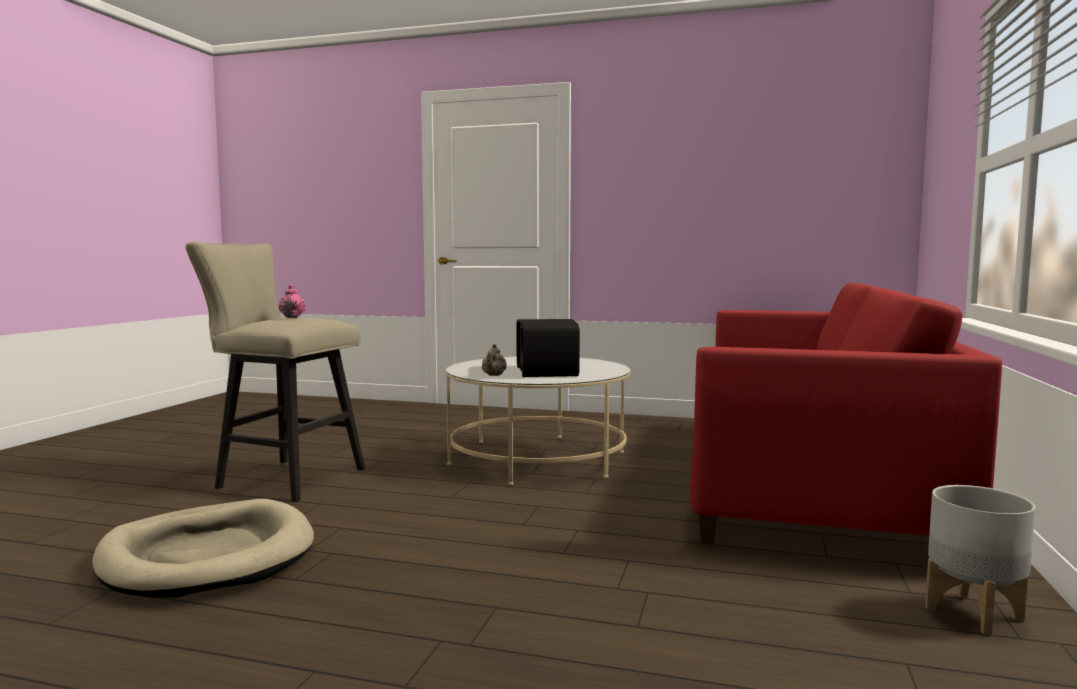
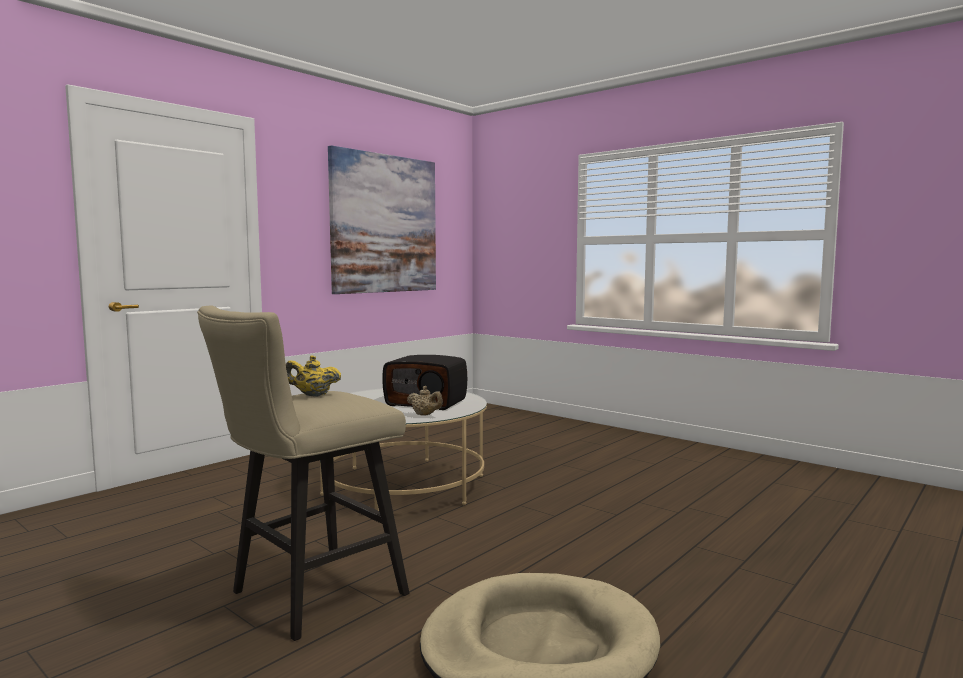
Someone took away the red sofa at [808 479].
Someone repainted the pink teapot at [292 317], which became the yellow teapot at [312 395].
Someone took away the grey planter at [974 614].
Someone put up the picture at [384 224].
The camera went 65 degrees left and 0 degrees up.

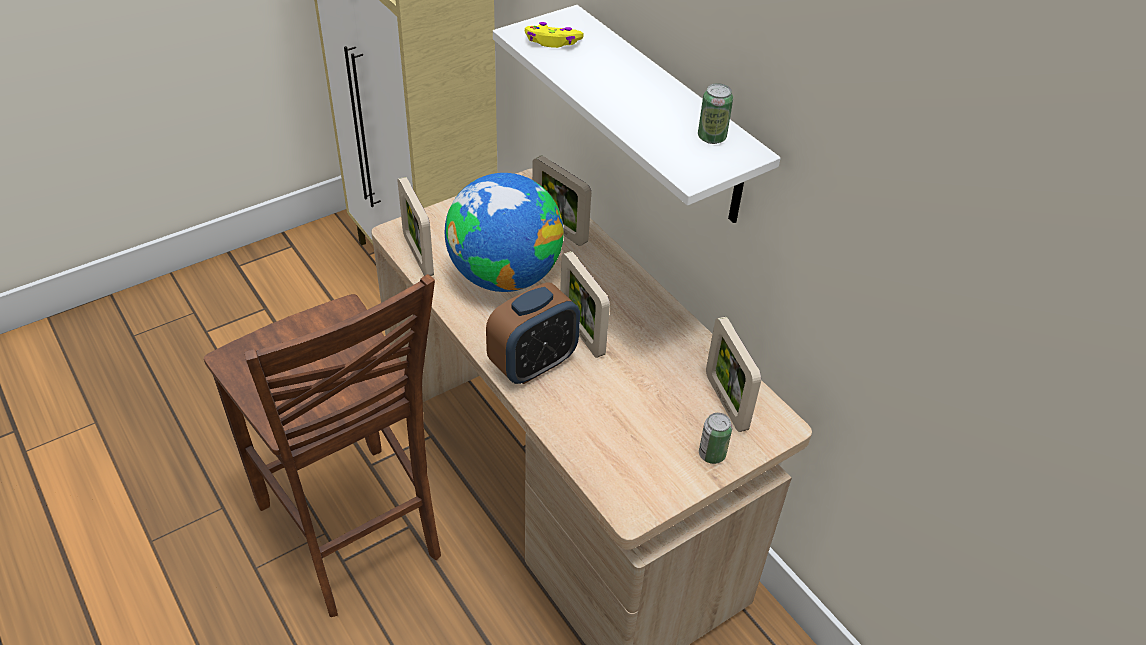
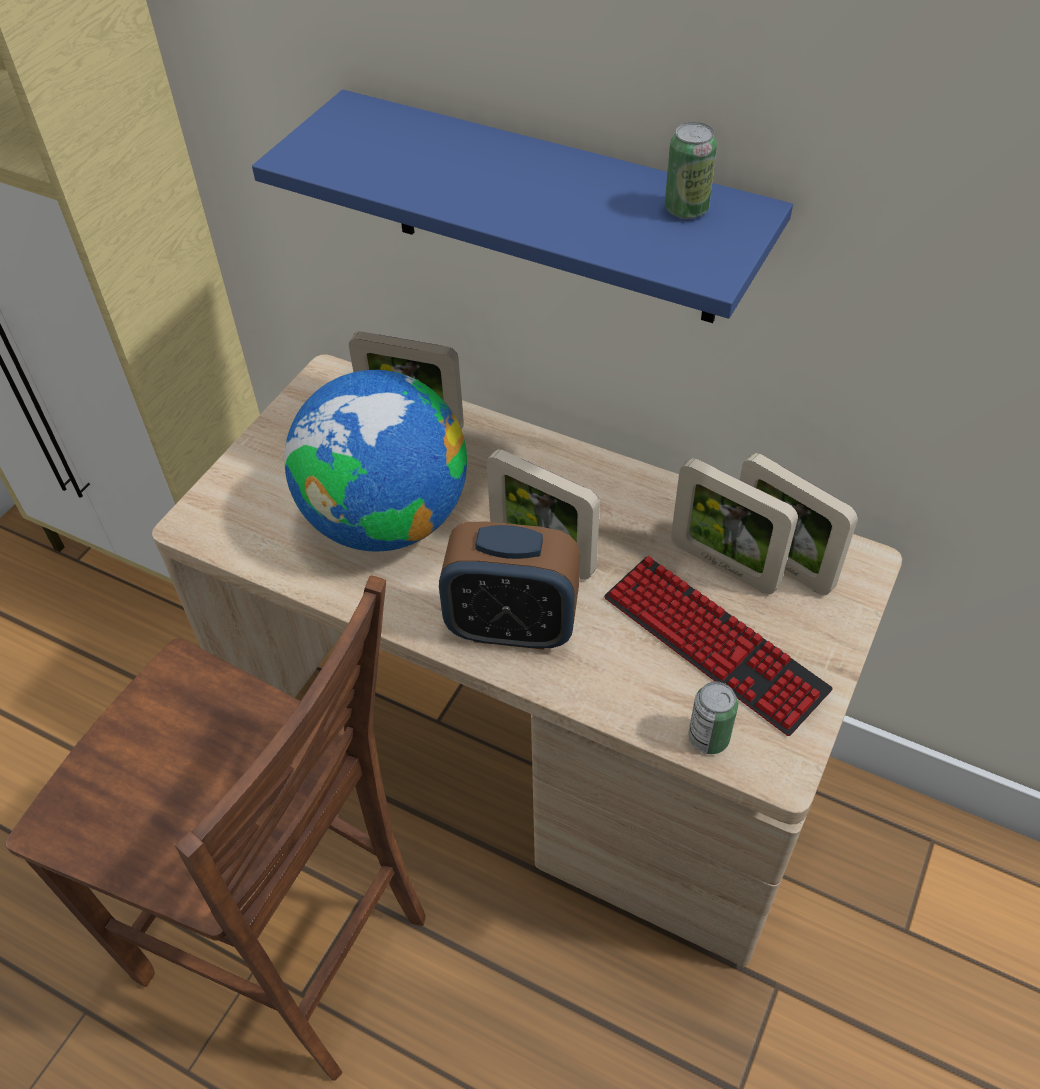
Someone repainted the white shelf at [664 117], which became the blue shelf at [552 210].
Someone took away the yellow game controller at [552 42].
Someone carried the picture frame from [418 256] to [723 565].
Someone rotated the alarm clock at [533 364] by 75 degrees clockwise.
Someone carried the can from [712 454] to [708 738].
Someone put down the keyboard at [713 644].
The camera went 25 degrees left and 5 degrees up.

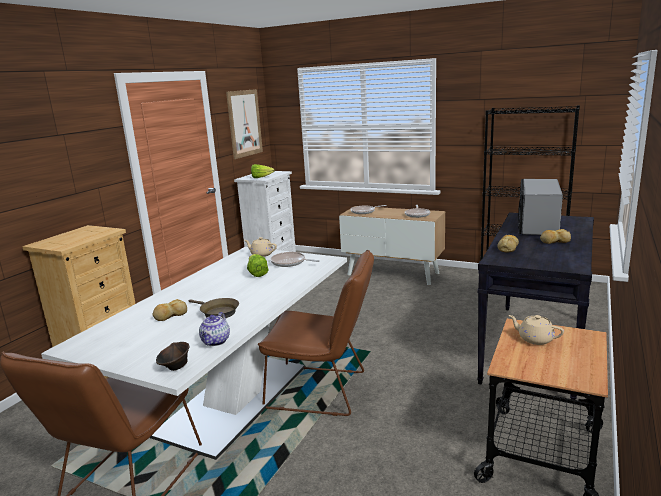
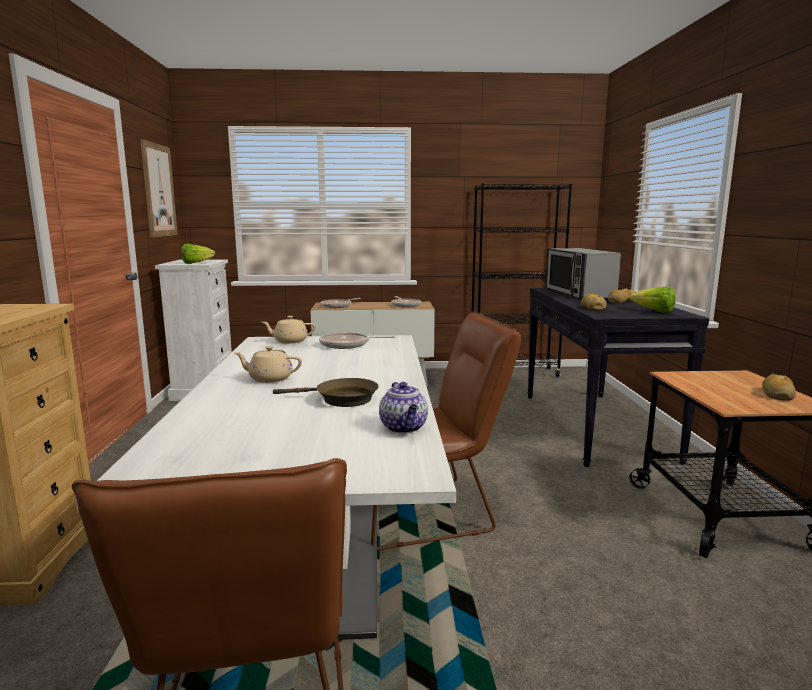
Someone carried the lettuce from [257 273] to [654 312].
Someone carried the bread from [170 315] to [777 394].
Someone carried the beige teapot from [534 339] to [269 379].
Someone took away the brown bowl at [175 367].
The camera went 30 degrees left and 5 degrees down.

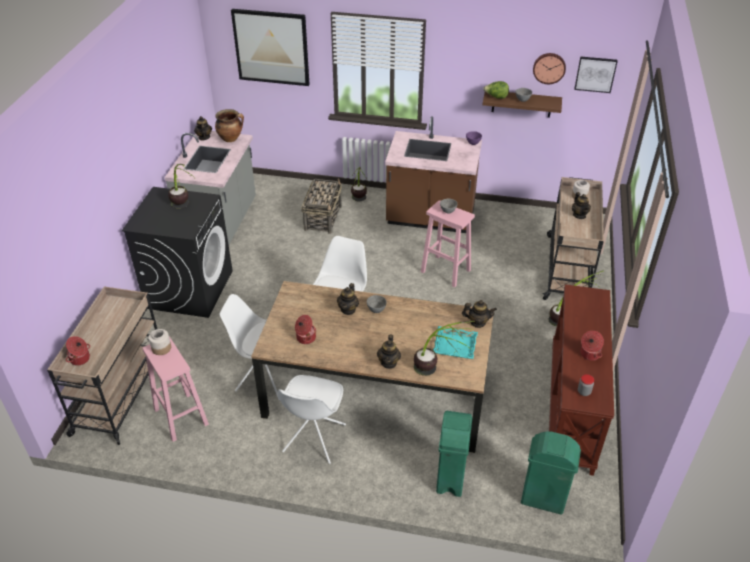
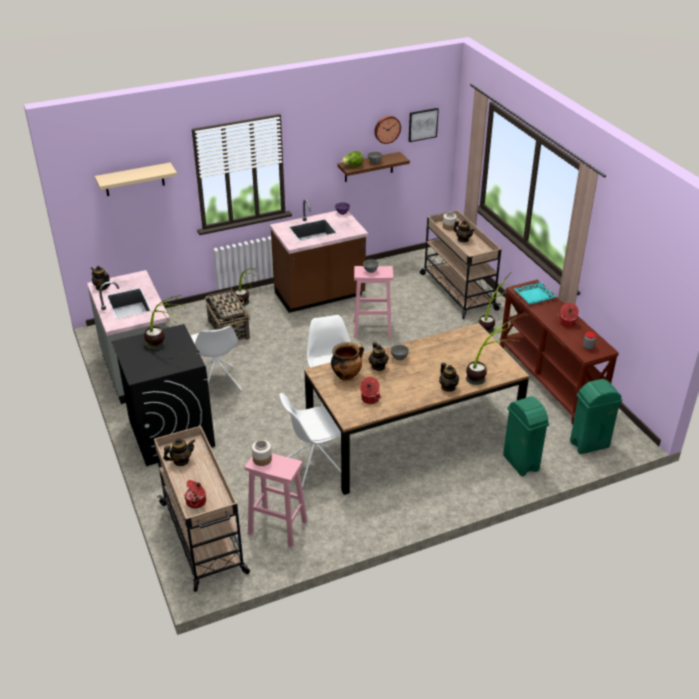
Someone swapped the picture at [271 47] for the beige shelf at [134 179].
Someone carried the cooking pot from [231 139] to [347 375].
Someone carried the teapot from [477 322] to [181 461].
Someone carried the turquoise tray from [455 345] to [534 296].
Someone carried the white chair from [313 439] to [218 383].
The camera went 35 degrees left and 5 degrees down.

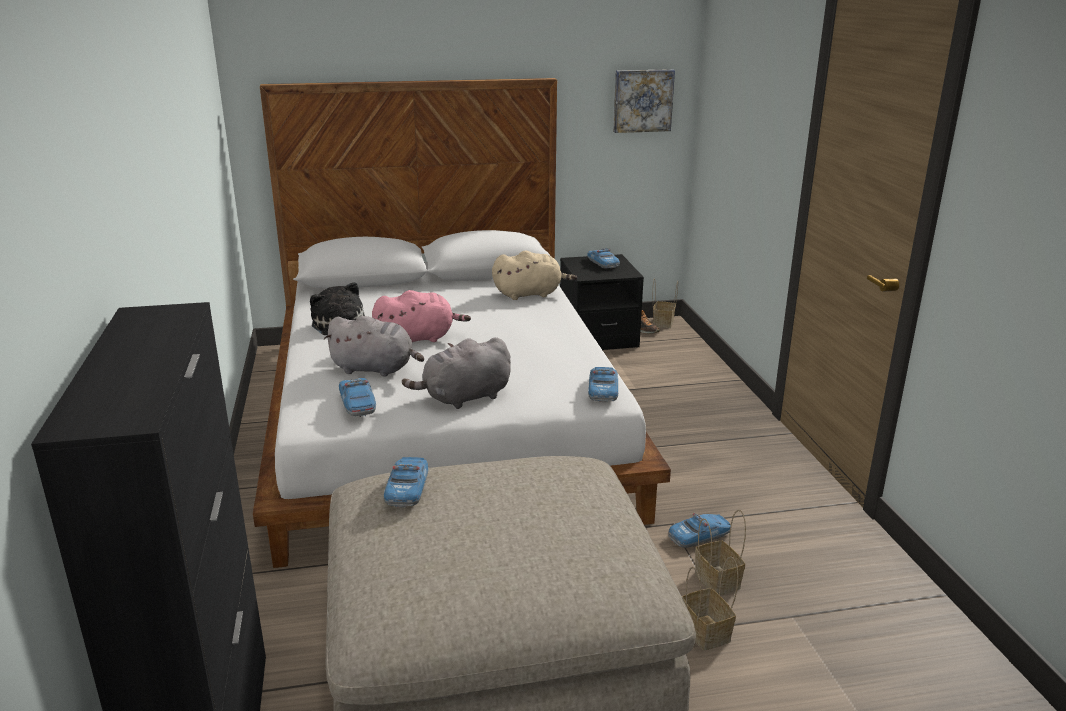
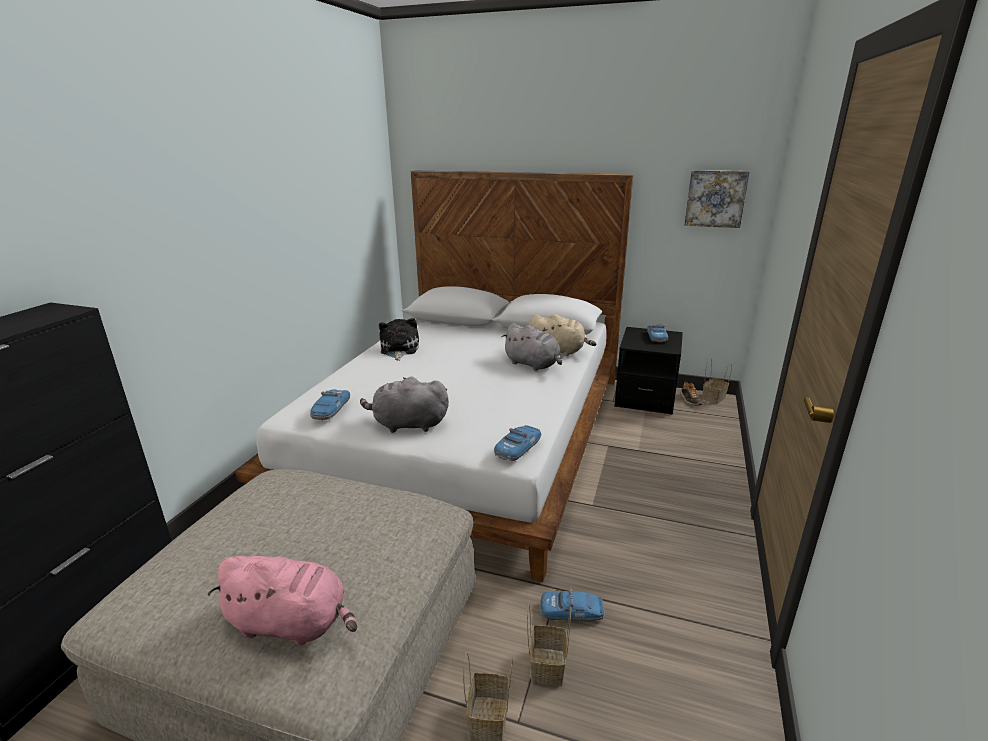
Someone carried the pink plush toy from [418 339] to [293 623].
Someone carried the grey plush toy from [376 369] to [533 364].
Someone took away the toy car at [407 488].
The camera went 30 degrees right and 0 degrees up.

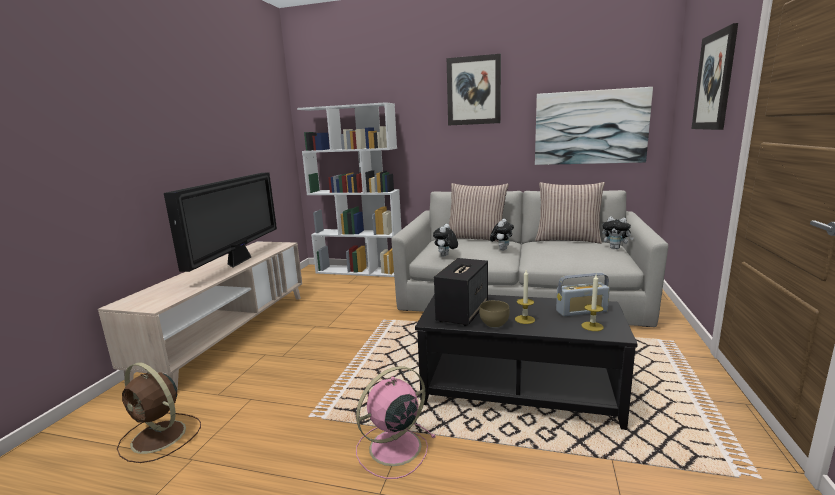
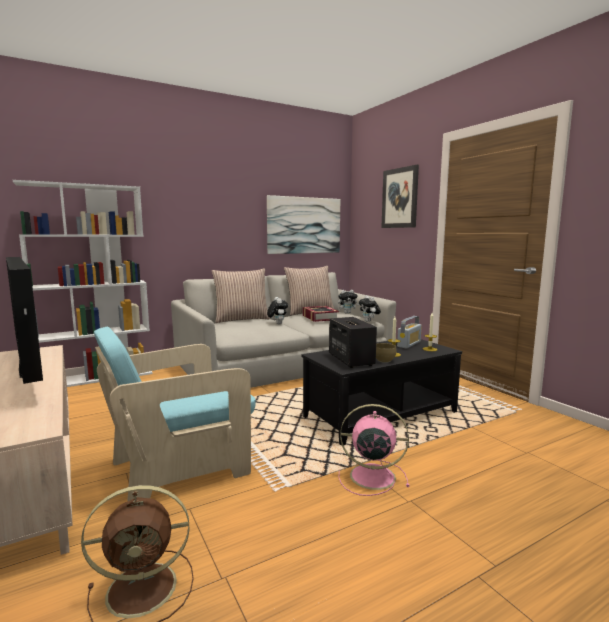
Someone took away the picture at [473 91].
Someone carried the plush toy from [445 256] to [369 321].
Someone rotated the pink fan at [393 448] by 90 degrees clockwise.
Someone put down the book at [320 317].
Someone put down the turquoise armchair at [181 466].
The camera went 45 degrees left and 5 degrees down.

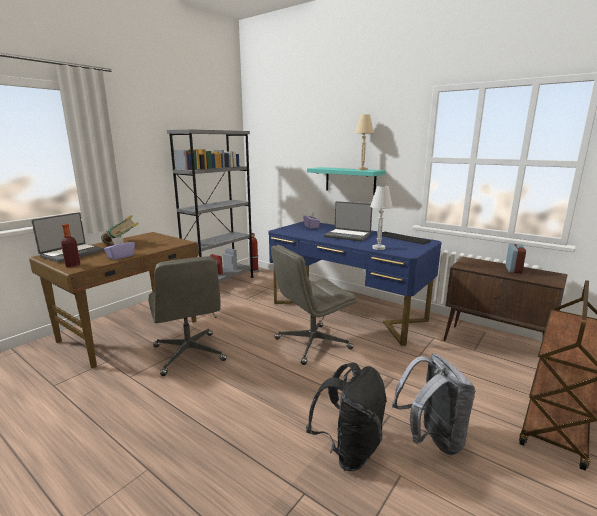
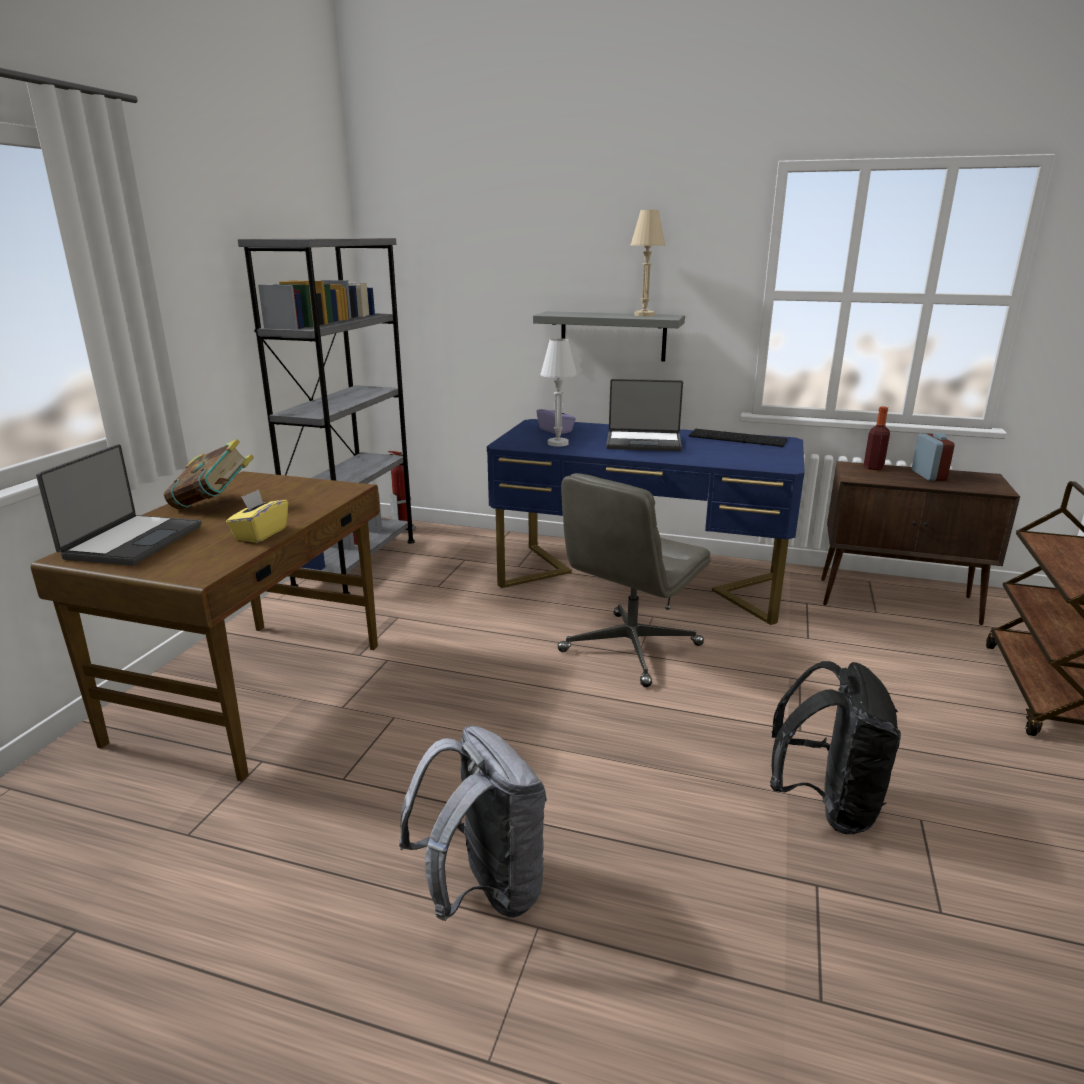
Someone repainted the turquoise shelf at [350 180], which became the grey shelf at [613 336].
Someone carried the white table lamp from [378 248] to [558 443].
Someone carried the bottle from [73 265] to [873 467].
Someone repainted the purple tissue box at [120 256], which became the yellow tissue box at [260 534].
Someone took away the grey office chair at [189 354].
Someone carried the grey backpack from [431 439] to [483 890].
The camera went 20 degrees left and 5 degrees up.

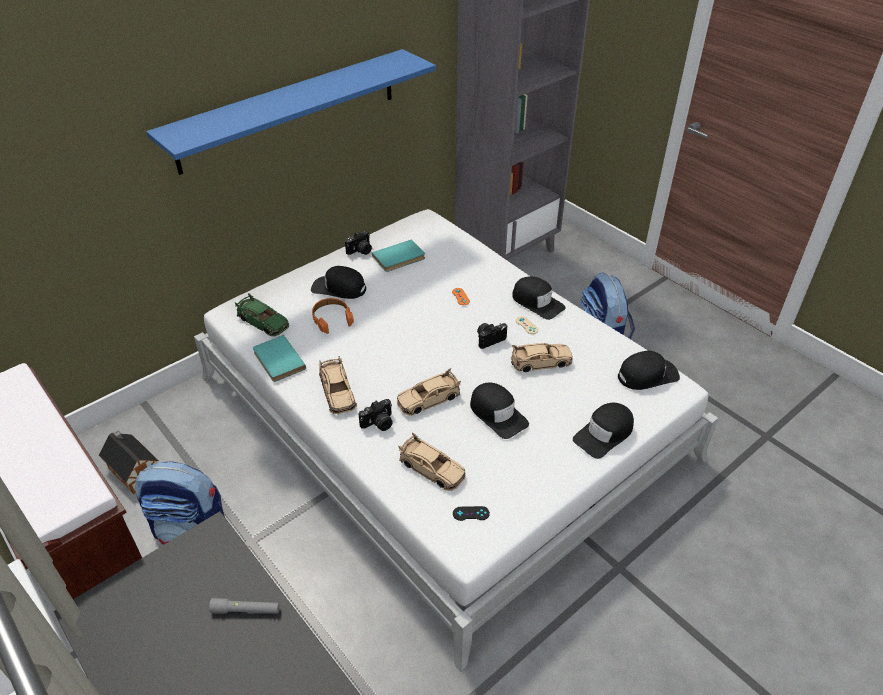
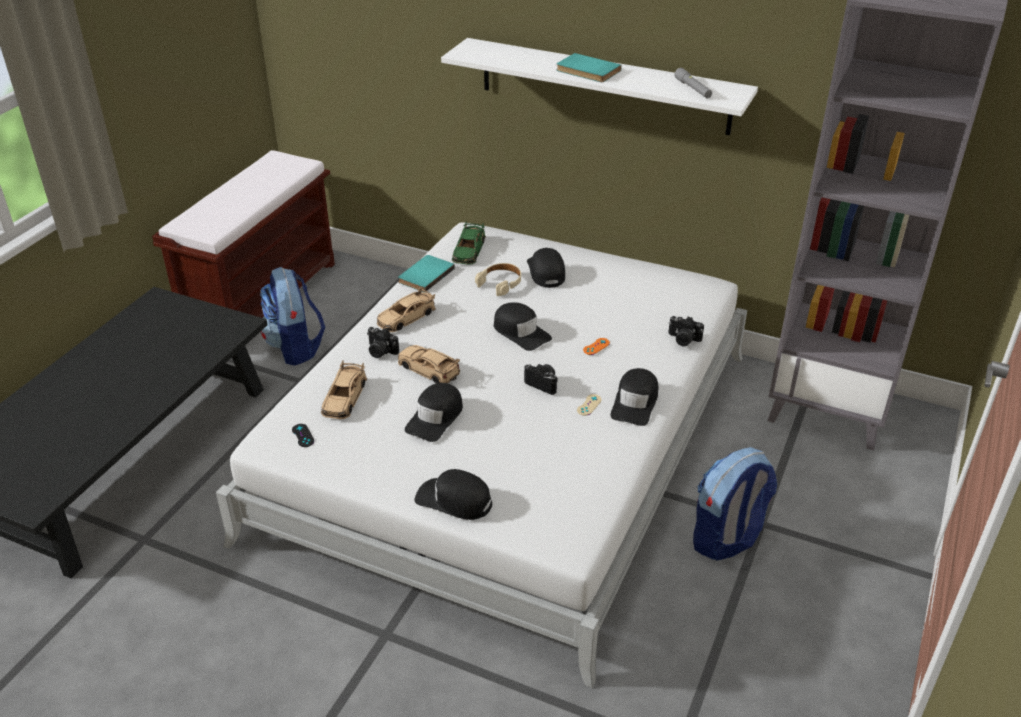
Someone repainted the blue shelf at [289 110], which became the white shelf at [604 86].
Someone carried the photo camera from [360 251] to [683 340].
Someone carried the turquoise book from [399 258] to [587 71].
Someone repainted the orange headphones at [332 318], which became the beige headphones at [500 283].
Someone took away the beige toy car at [541 361].
Someone carried the black cap from [647 375] to [521 332].
Someone took away the toy house at [134 470].
Someone carried the grey flashlight from [246 610] to [693 89].
The camera went 65 degrees right and 5 degrees down.

